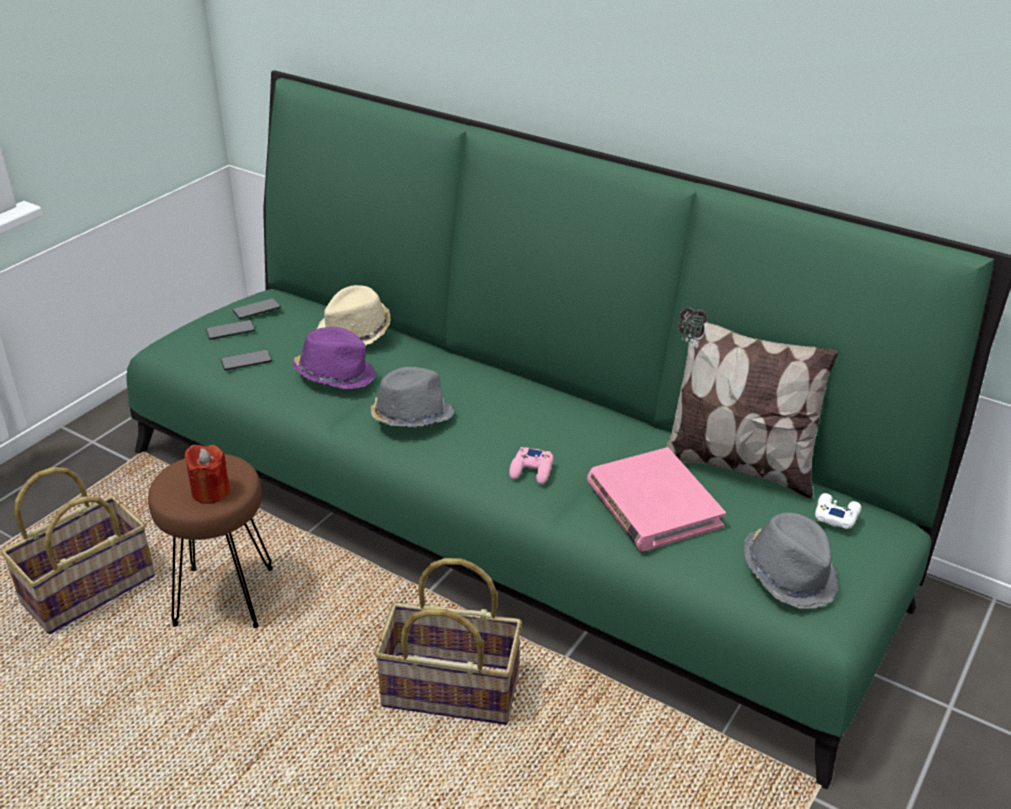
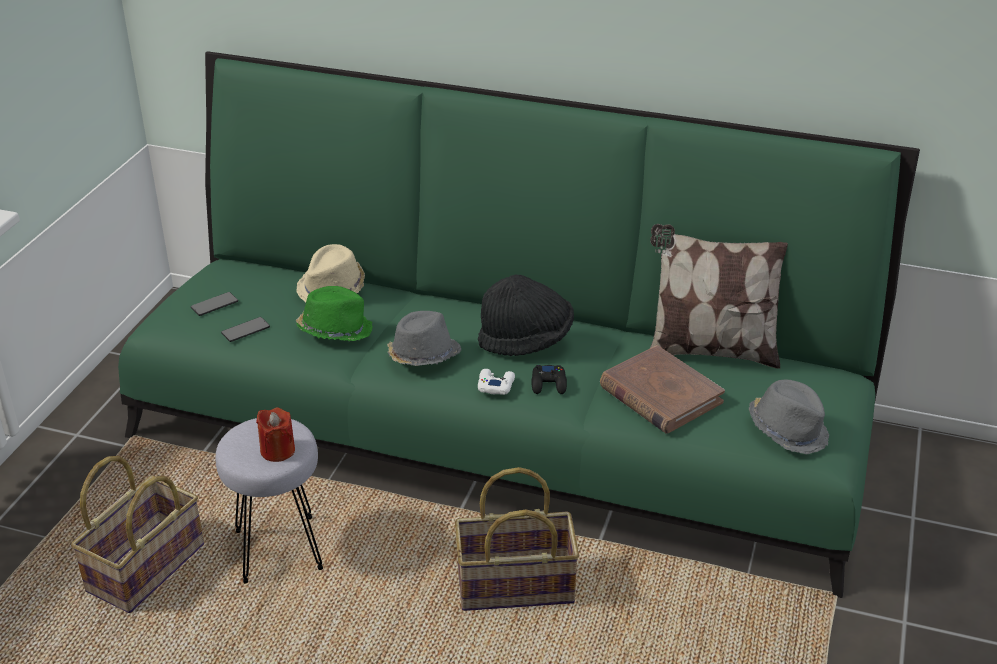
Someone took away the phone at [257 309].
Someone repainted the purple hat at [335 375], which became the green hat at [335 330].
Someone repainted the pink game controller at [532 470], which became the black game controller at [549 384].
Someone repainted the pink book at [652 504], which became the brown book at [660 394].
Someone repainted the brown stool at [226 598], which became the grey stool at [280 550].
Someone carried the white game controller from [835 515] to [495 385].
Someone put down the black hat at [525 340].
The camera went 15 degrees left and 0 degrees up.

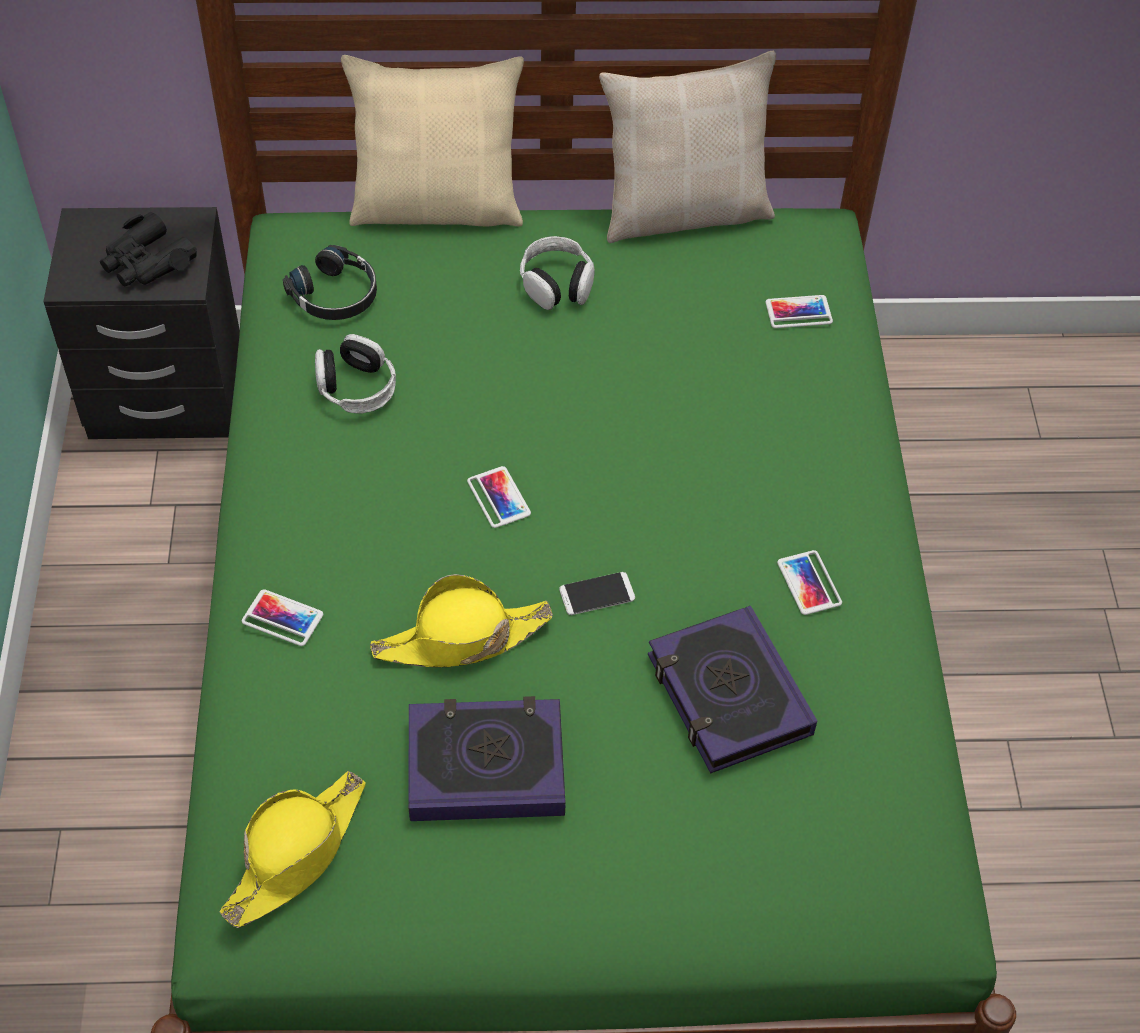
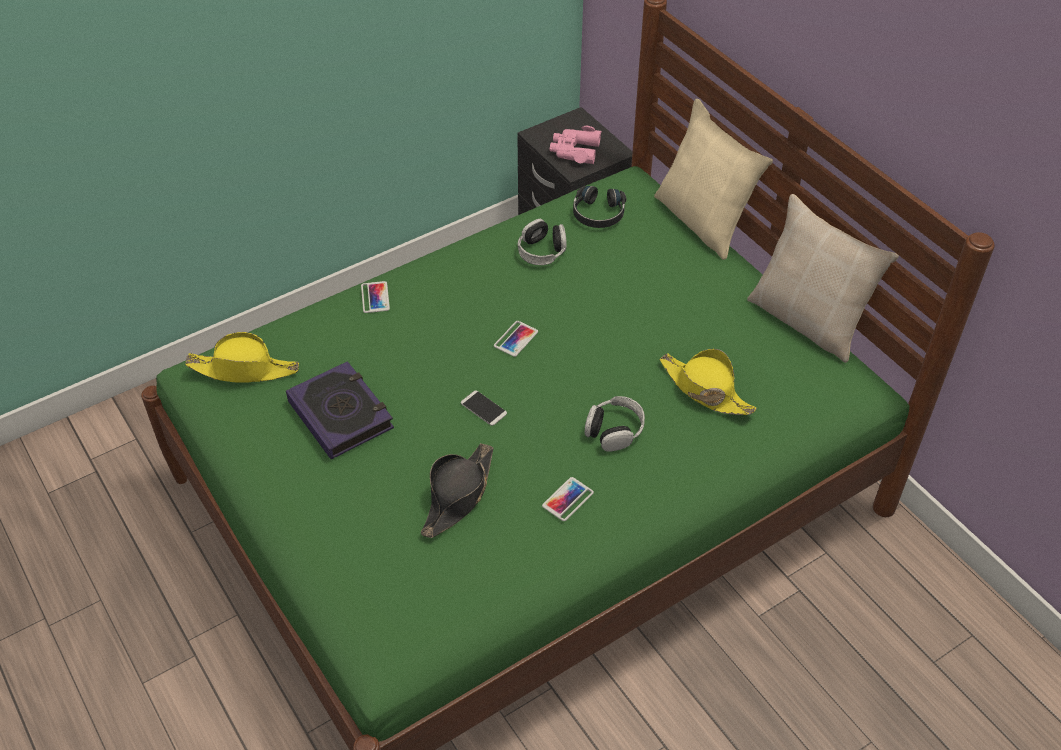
Someone repainted the black binoculars at [146 262], which became the pink binoculars at [574 151].
Someone carried the headphones from [557 284] to [614 430].
Someone took away the phone at [798 312].
Someone carried the yellow hat from [461 639] to [705 389].
Someone swapped the book at [728 695] for the black hat at [458 495].
The camera went 60 degrees right and 5 degrees down.

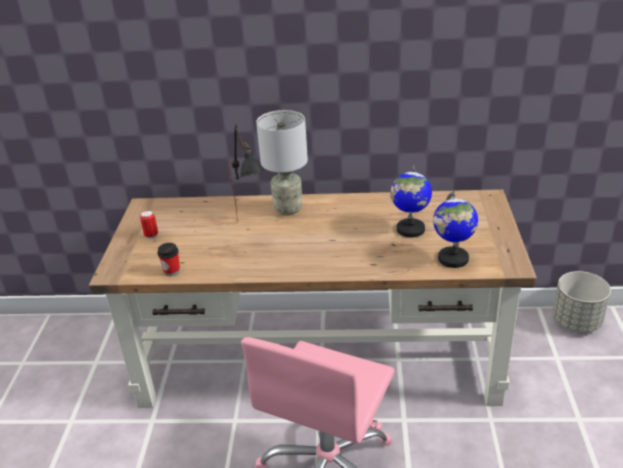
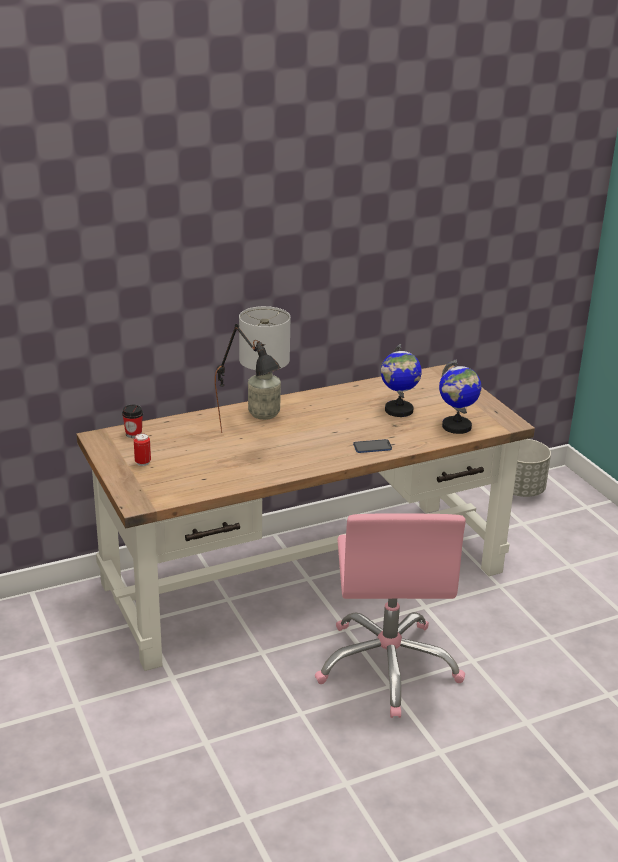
Someone carried the cup from [172 271] to [133 434].
Someone put down the phone at [372 447].
The camera went 30 degrees left and 5 degrees down.

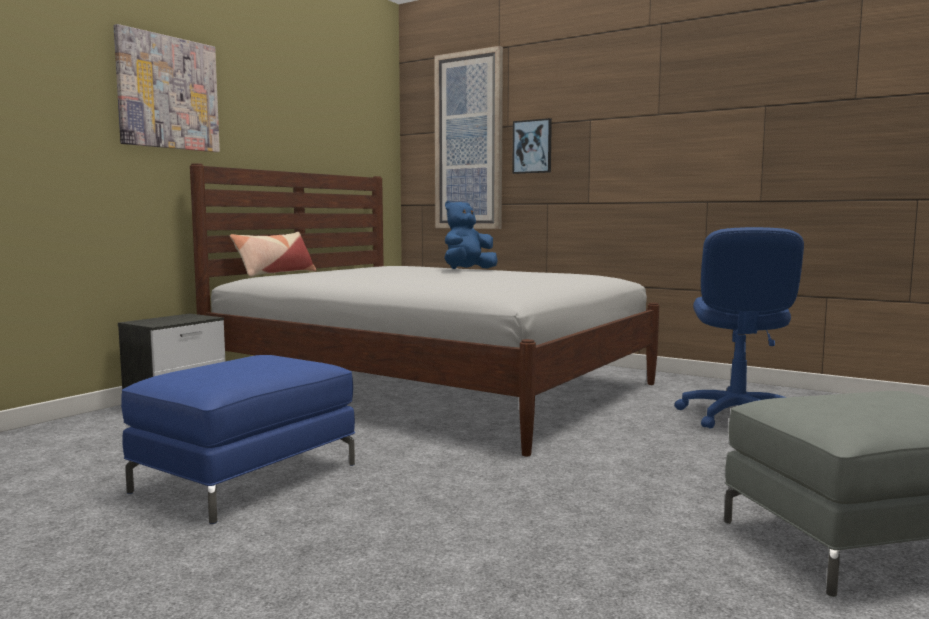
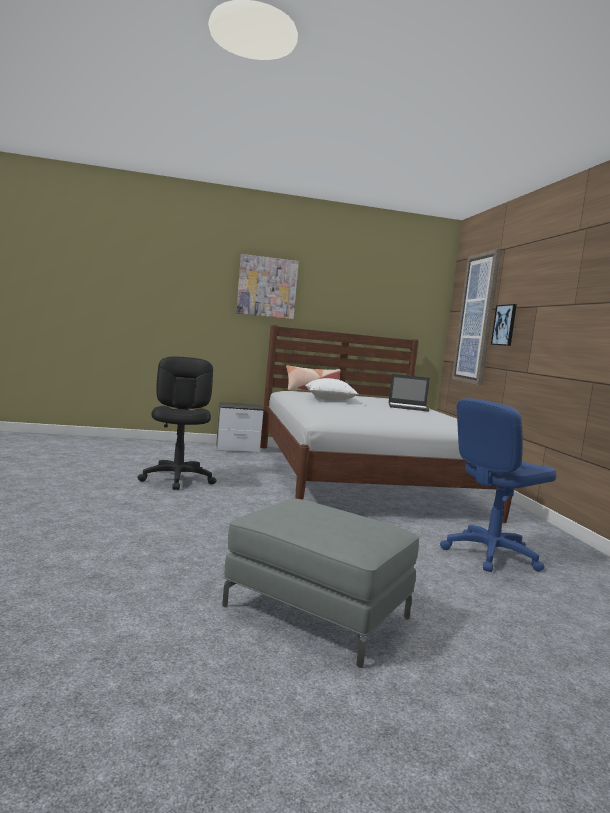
Someone swapped the blue plush toy at [467 269] for the laptop at [408 407].
Someone swapped the blue ottoman at [247 477] for the black office chair at [178 479].
Someone put down the white pillow at [329 400].
The camera went 45 degrees right and 0 degrees up.

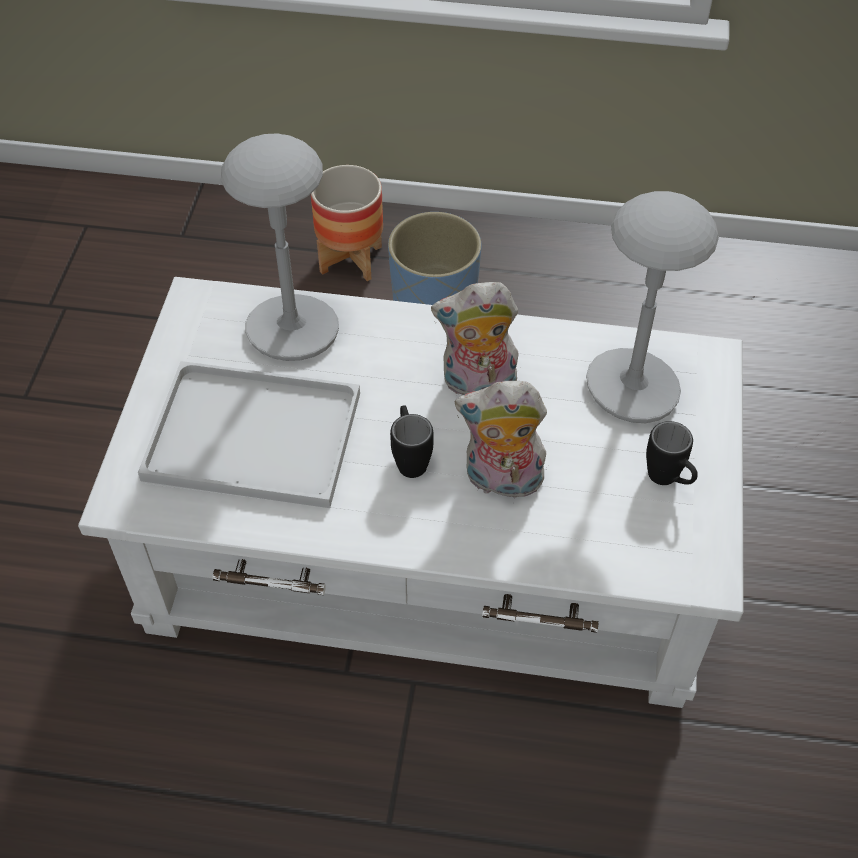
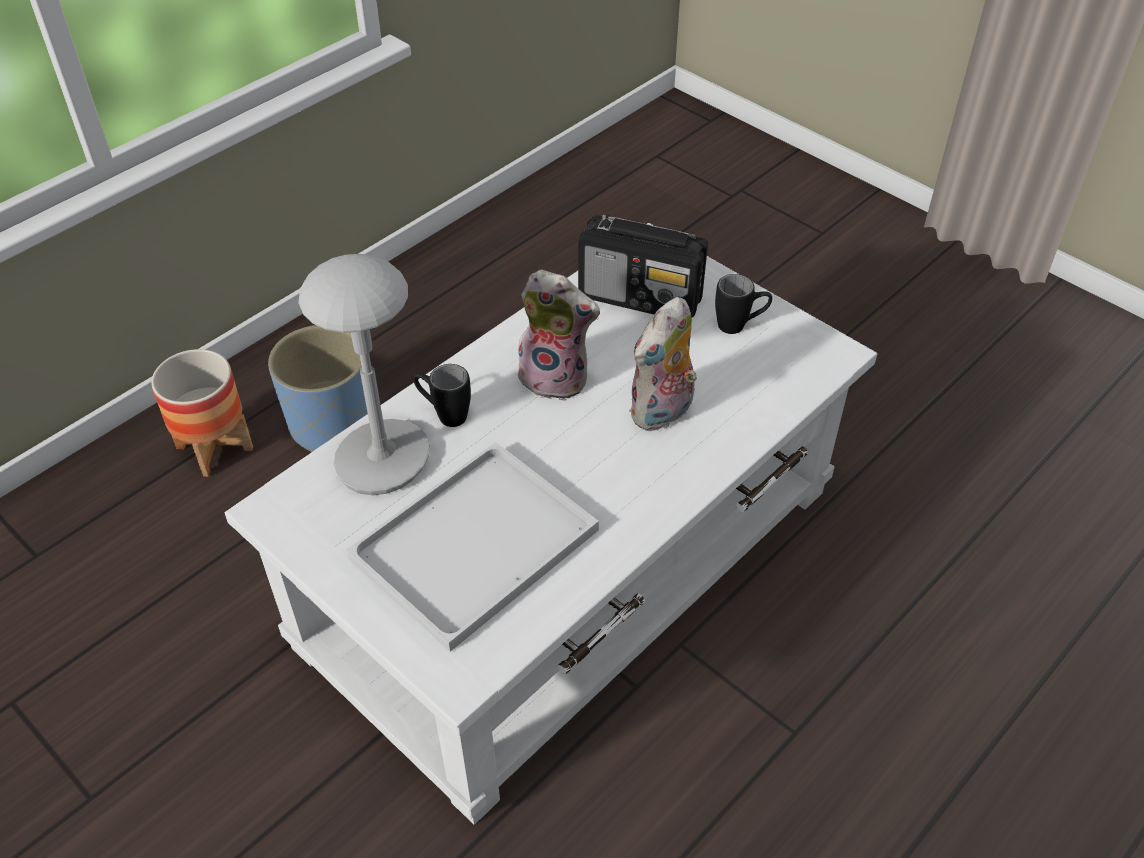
Someone swapped the grey table lamp at [632 389] for the radio at [641 298].
Someone rotated the plush toy at [477 385] by 105 degrees counterclockwise.
Someone carried the black mug from [410 458] to [444 414].
The camera went 55 degrees left and 5 degrees down.

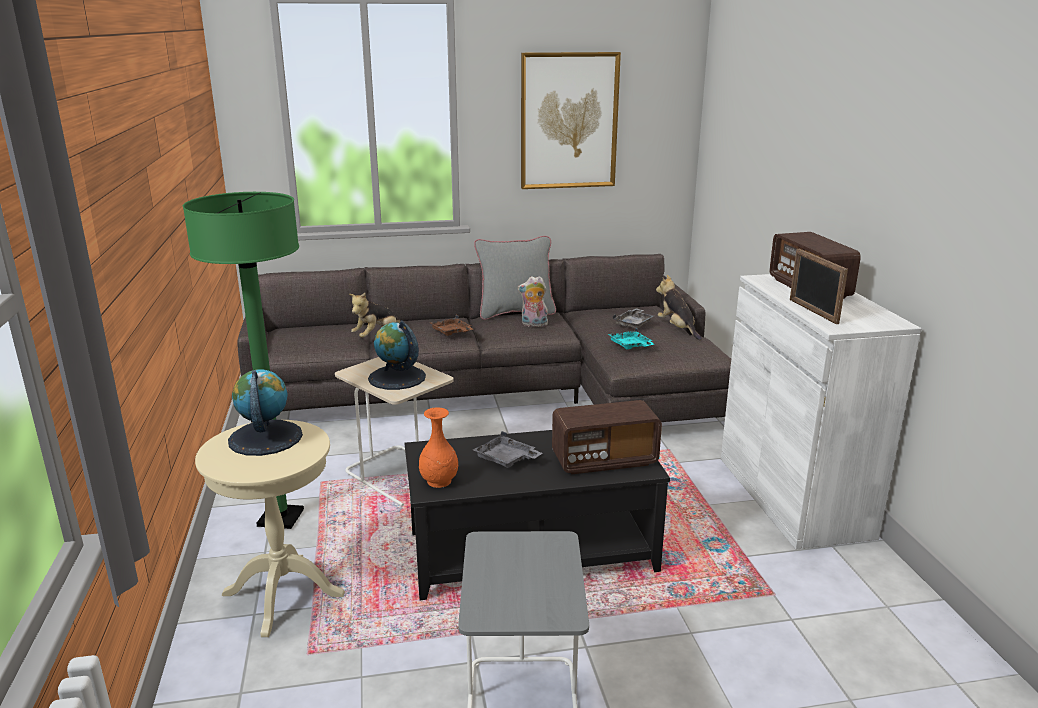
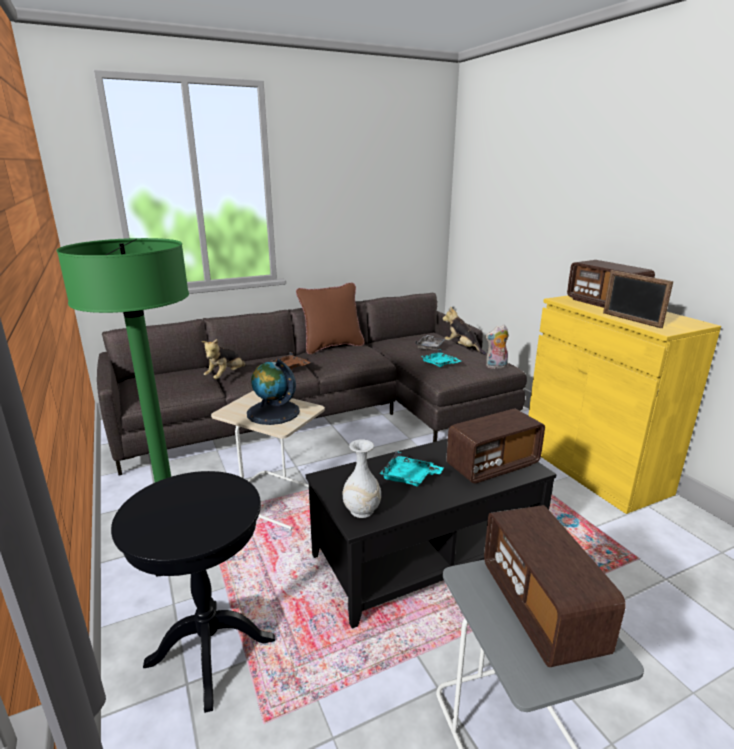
Someone took away the picture at [568 121].
Someone repainted the grey pillow at [515 313], which became the brown pillow at [332 346].
Someone repainted the white cabinet at [793 496], which became the yellow cabinet at [593 468].
Someone carried the plush toy from [533 325] to [496 366].
Someone took away the globe at [265 438].
Someone repainted the orange vase at [438 481], which became the white vase at [361 511].
Someone repainted the beige side table at [283 594], which became the black side table at [211 651].
Someone repainted the grey tray at [506 459], which became the turquoise tray at [409 477].
Someone put down the radio at [540 608].
The camera went 15 degrees left and 0 degrees up.

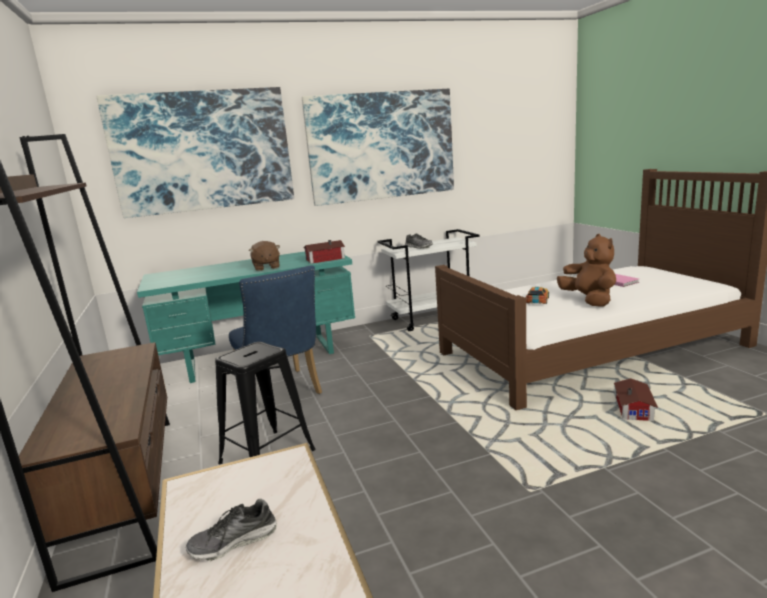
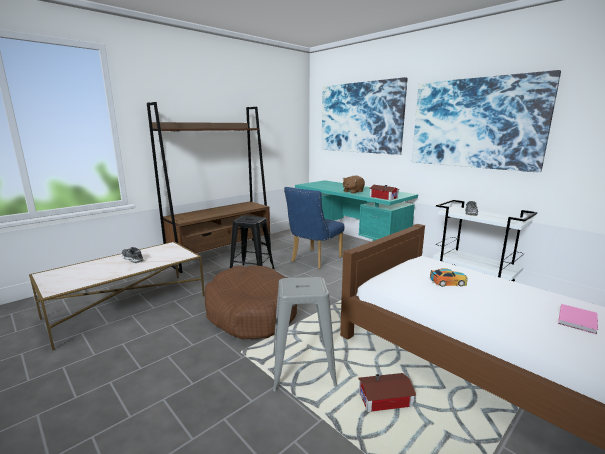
Someone took away the brown plush toy at [589 300].
Someone put down the brown dog bed at [251 312].
Someone put down the grey stool at [303 370].
The camera went 65 degrees right and 0 degrees up.

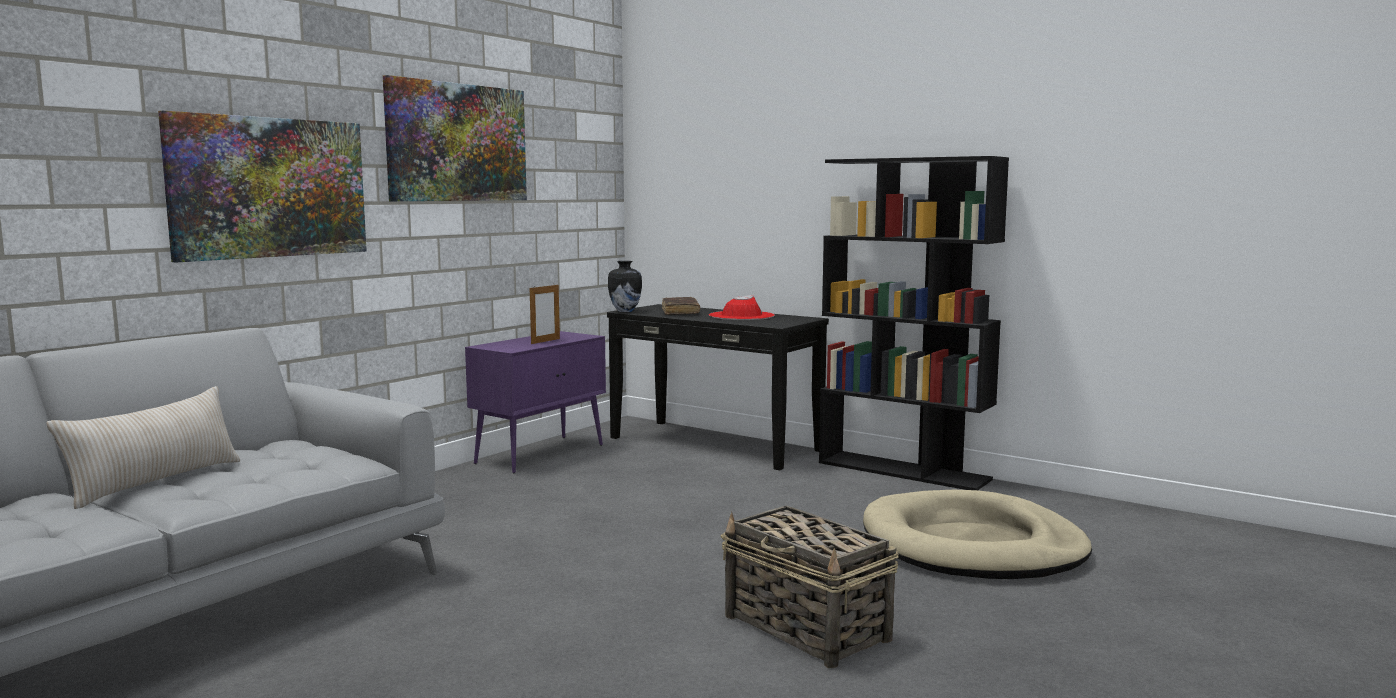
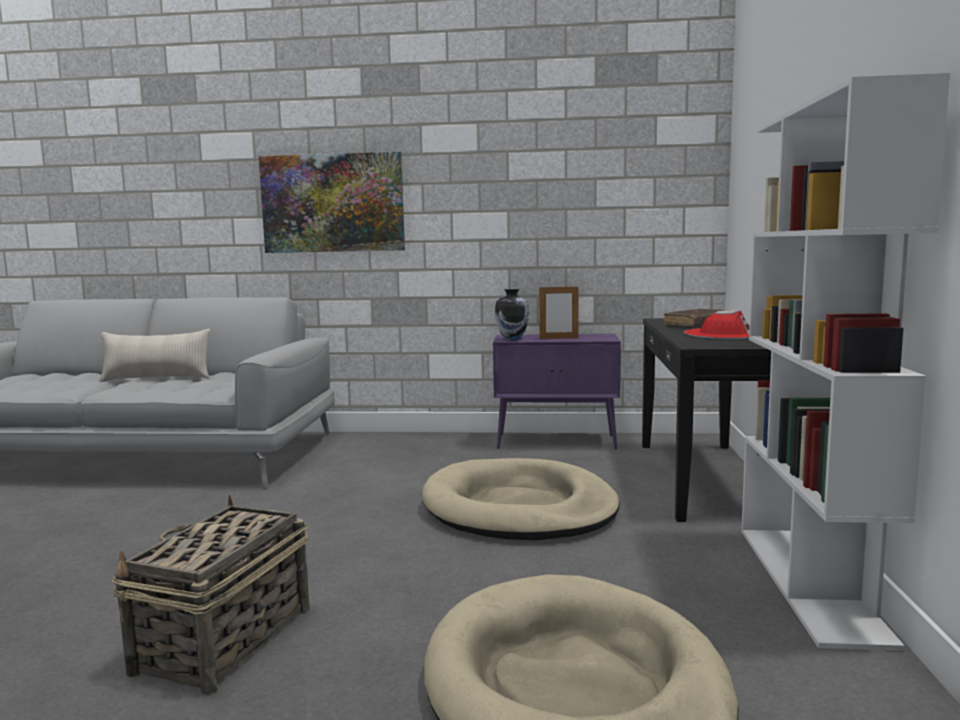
Someone took away the picture at [458 142].
Someone repainted the black bookcase at [904 471], which became the white bookcase at [811 581].
Someone carried the vase from [625 311] to [512 339].
Someone put down the beige dog bed at [519 508].
The camera went 60 degrees right and 0 degrees up.

